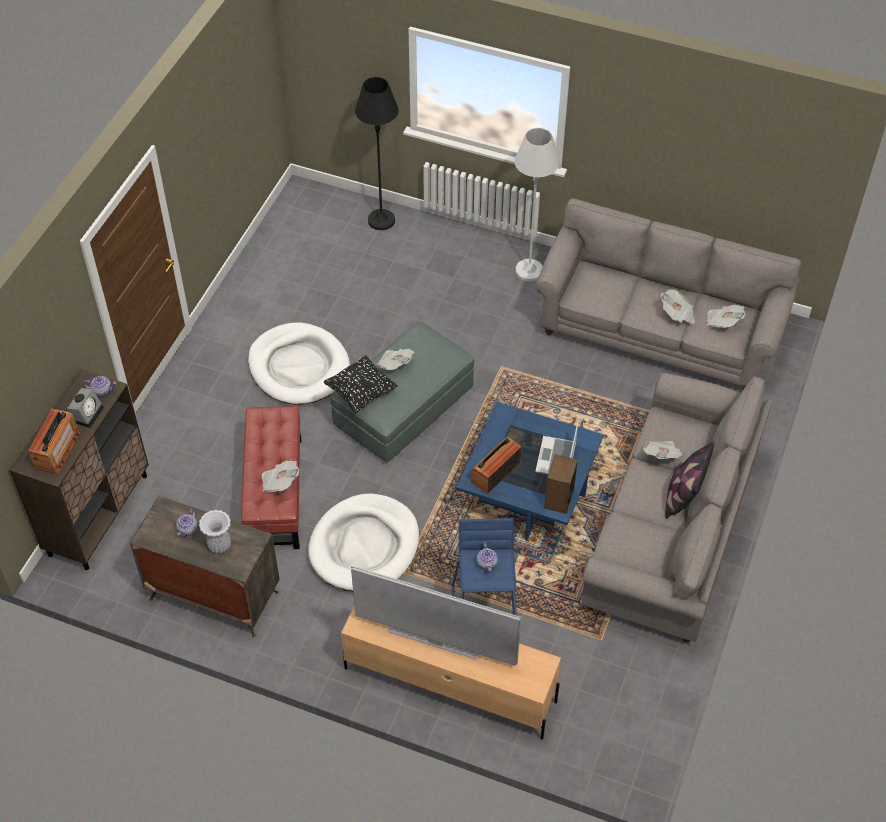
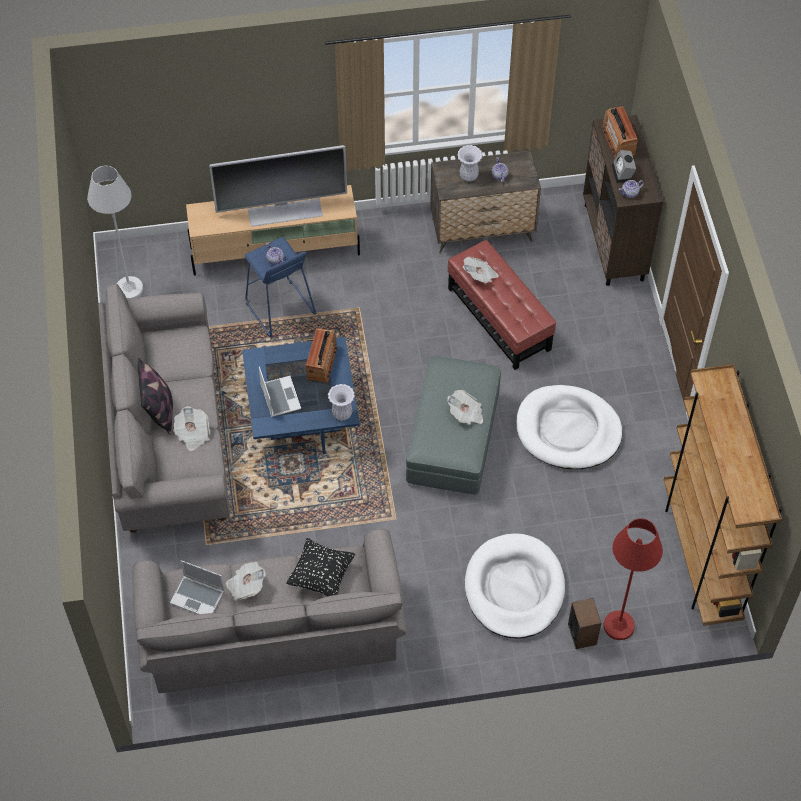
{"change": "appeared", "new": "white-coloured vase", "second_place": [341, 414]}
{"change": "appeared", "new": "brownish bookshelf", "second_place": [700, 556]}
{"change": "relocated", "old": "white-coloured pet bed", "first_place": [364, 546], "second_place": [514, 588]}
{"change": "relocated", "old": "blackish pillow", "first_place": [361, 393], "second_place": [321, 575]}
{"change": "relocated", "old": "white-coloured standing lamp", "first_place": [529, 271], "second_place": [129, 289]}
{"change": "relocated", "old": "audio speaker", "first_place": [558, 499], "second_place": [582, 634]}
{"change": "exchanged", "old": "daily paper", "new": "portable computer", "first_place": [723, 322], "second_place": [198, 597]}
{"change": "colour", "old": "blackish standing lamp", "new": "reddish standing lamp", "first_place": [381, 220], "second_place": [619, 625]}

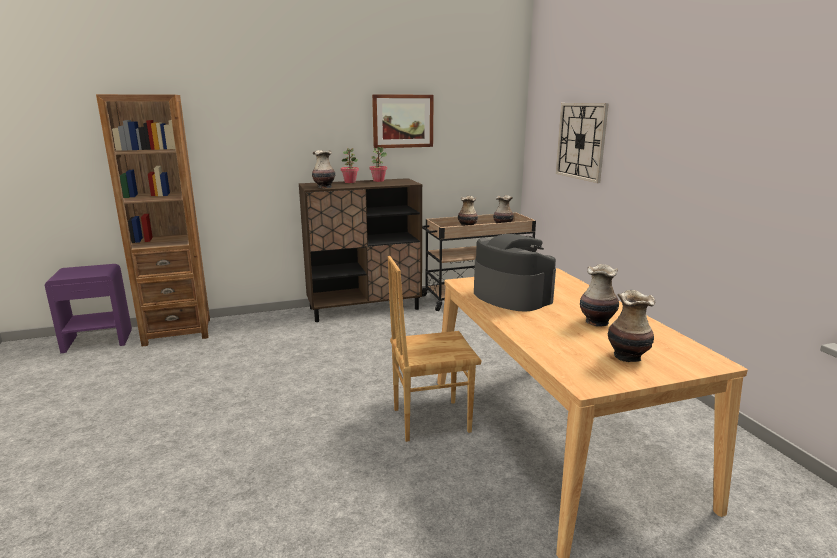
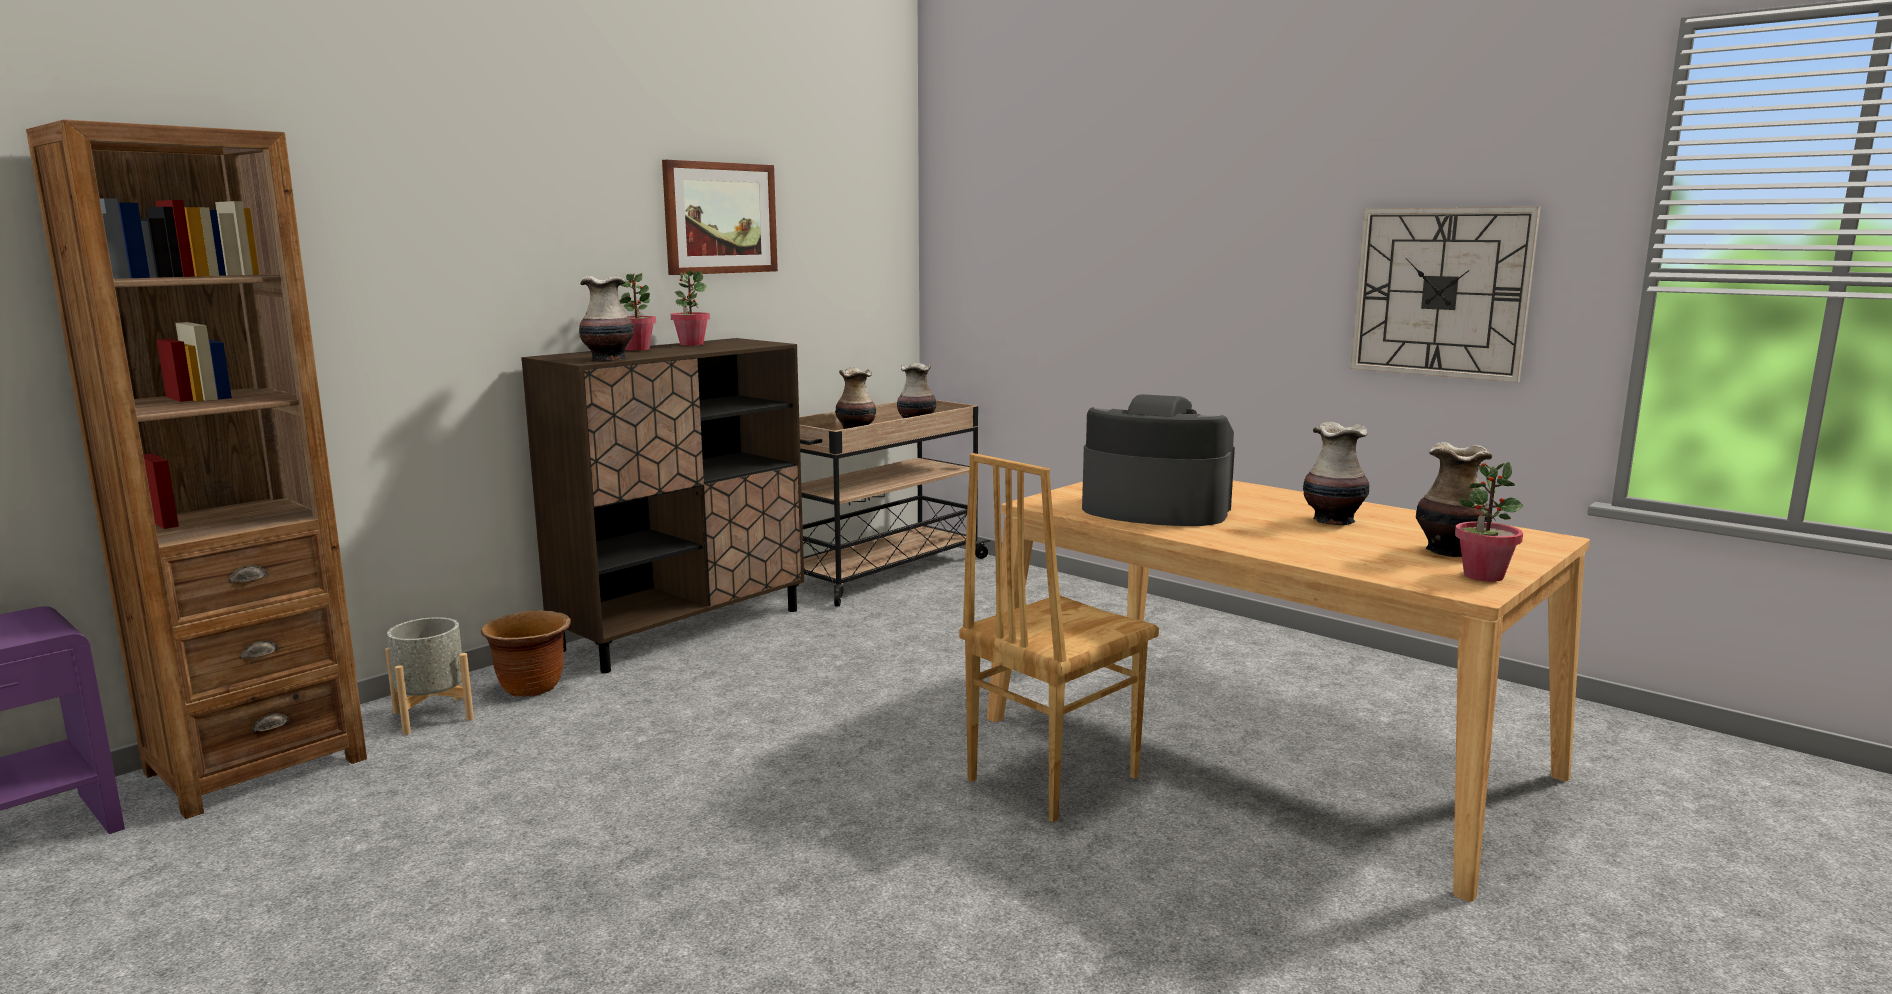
{"change": "appeared", "new": "gray plant pot", "second_place": [432, 715]}
{"change": "appeared", "new": "brownish plant pot", "second_place": [532, 687]}
{"change": "appeared", "new": "houseplant", "second_place": [1483, 576]}
{"change": "relocated", "old": "wall clock", "first_place": [581, 141], "second_place": [1440, 292]}

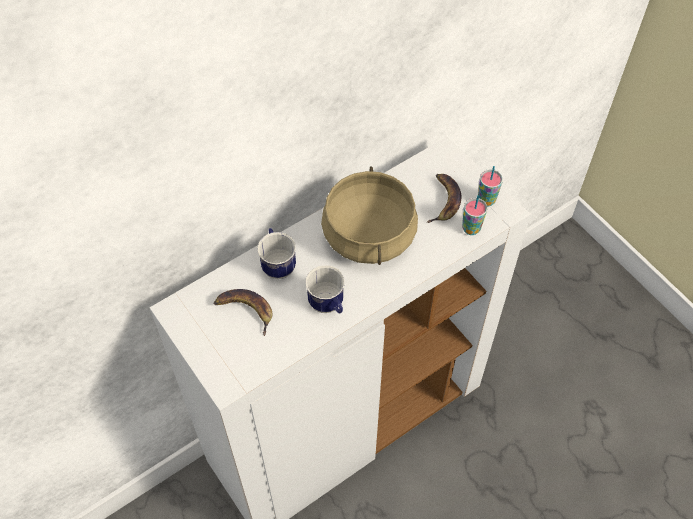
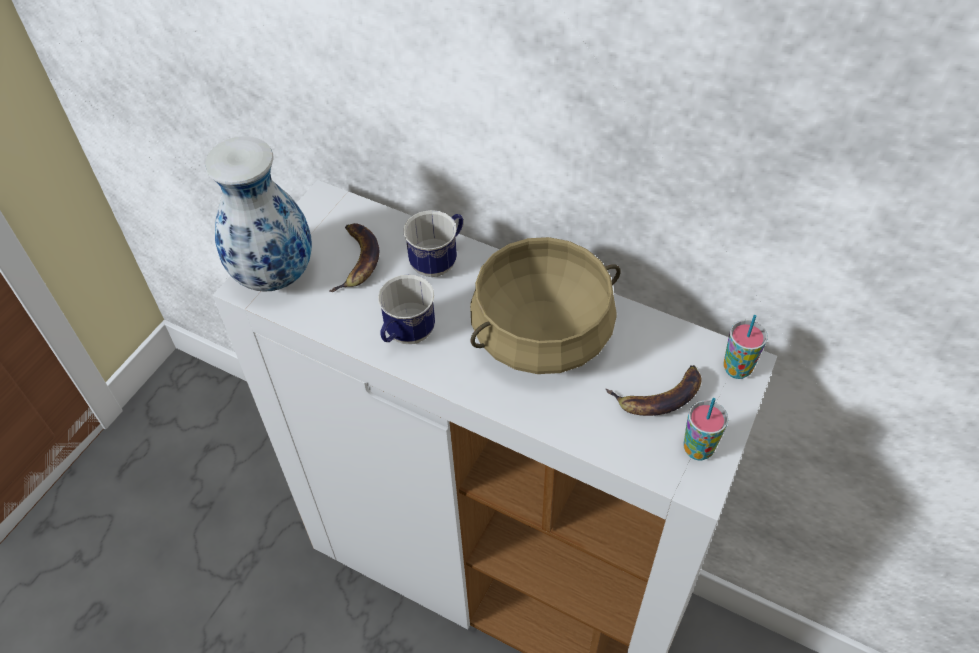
{"change": "appeared", "new": "vase", "second_place": [276, 276]}
{"change": "relocated", "old": "drinking cup", "first_place": [471, 229], "second_place": [737, 369]}

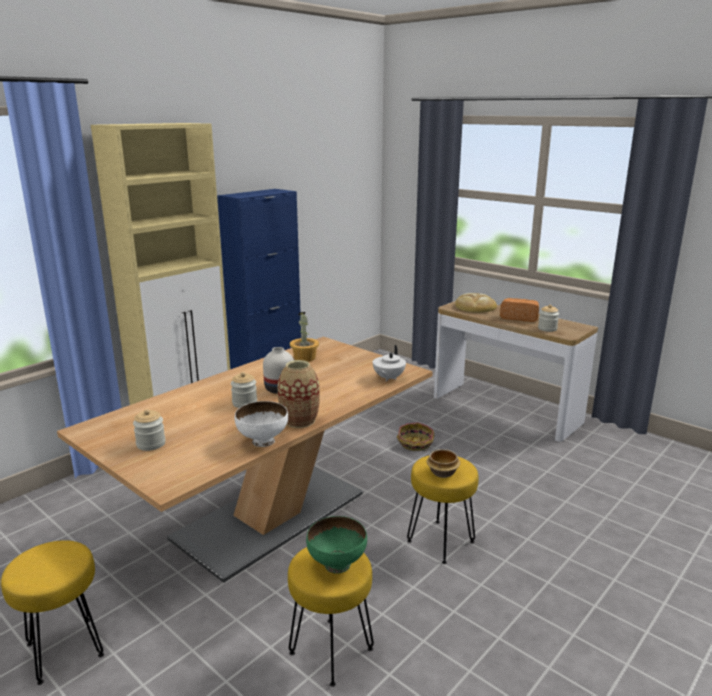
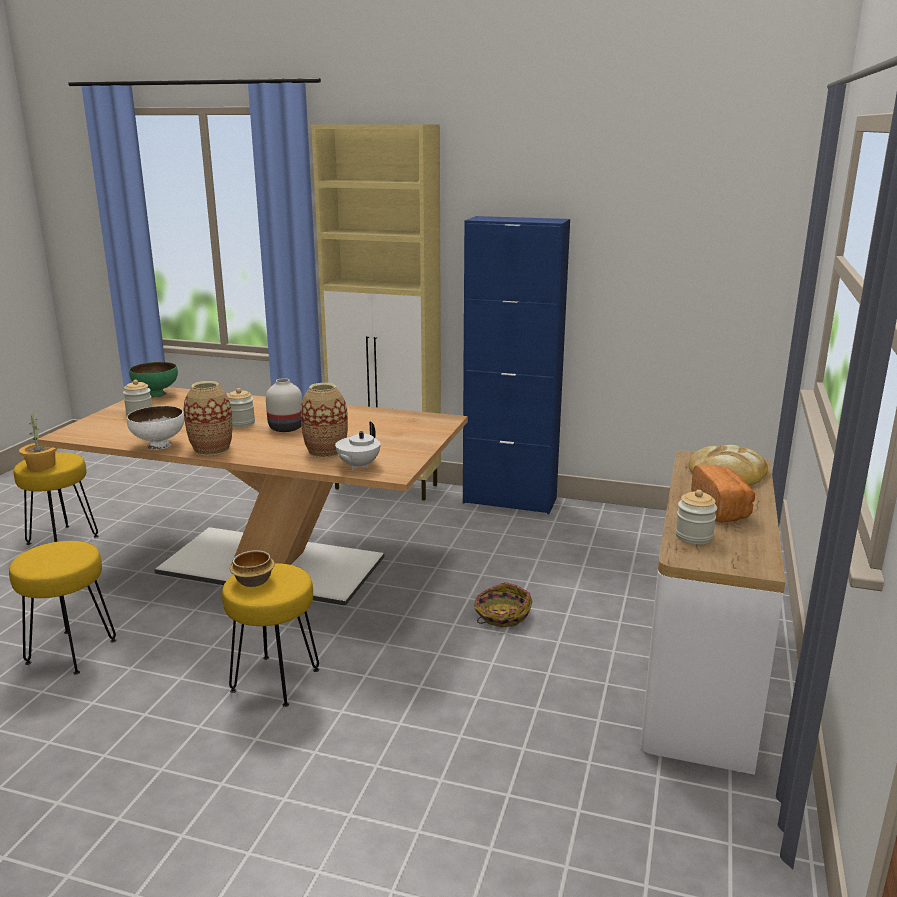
{"change": "appeared", "new": "vase", "second_place": [326, 451]}
{"change": "relocated", "old": "houseplant", "first_place": [304, 358], "second_place": [41, 466]}
{"change": "relocated", "old": "greenish bowl", "first_place": [337, 564], "second_place": [156, 394]}
{"change": "spun", "old": "white-coloured teapot", "first_place": [388, 378], "second_place": [358, 466], "degrees": -60}

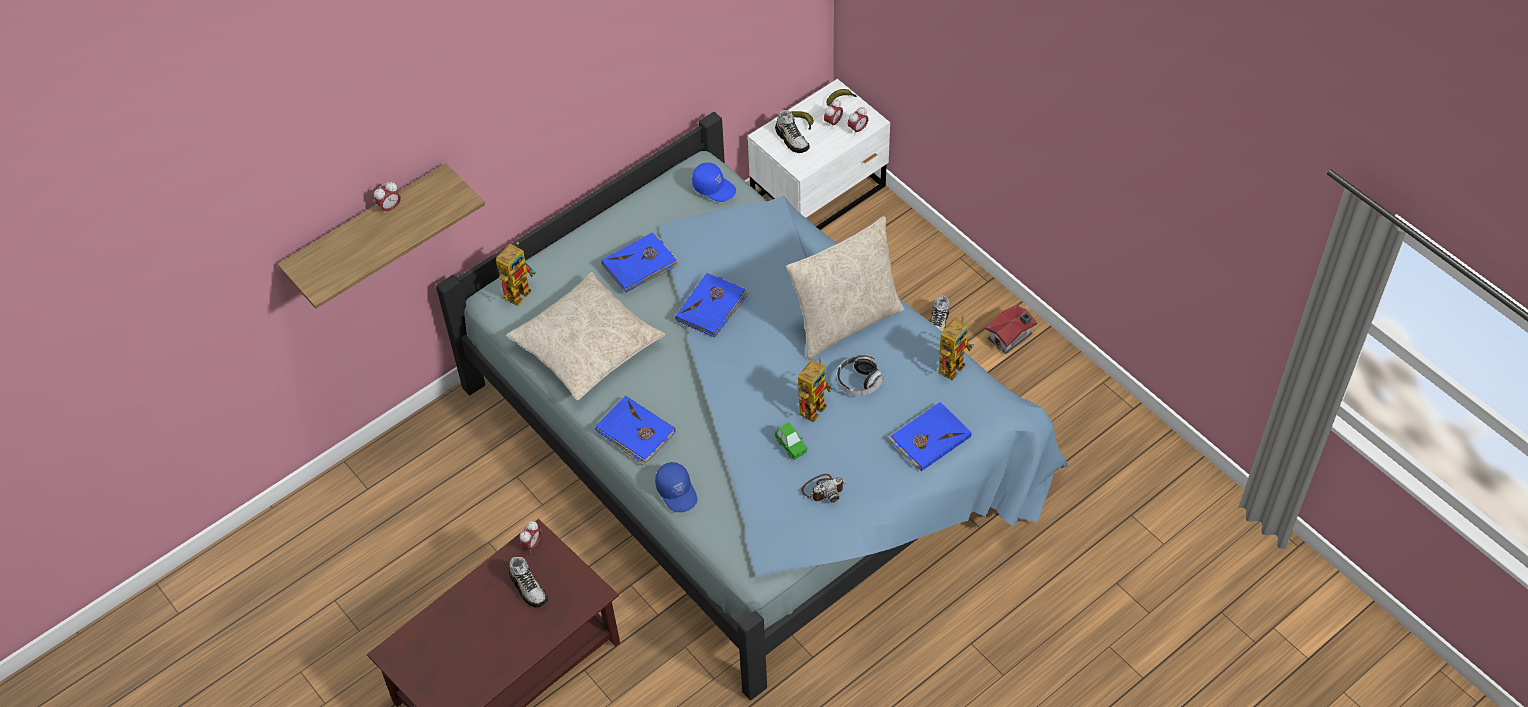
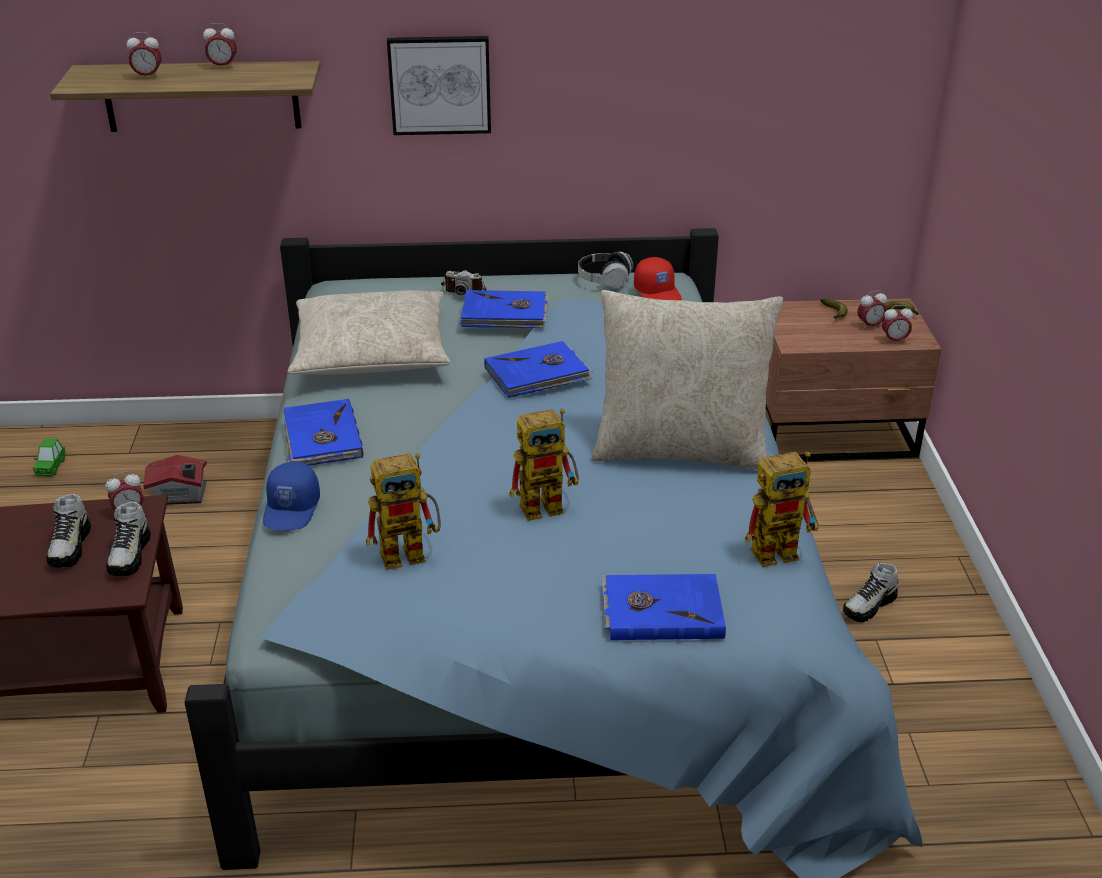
{"change": "appeared", "new": "table clock", "second_place": [148, 77]}
{"change": "appeared", "new": "wall art", "second_place": [440, 84]}
{"change": "relocated", "old": "toy robot", "first_place": [519, 289], "second_place": [411, 552]}
{"change": "relocated", "old": "low shoe", "first_place": [792, 140], "second_place": [130, 555]}
{"change": "relocated", "old": "greenish model car", "first_place": [791, 446], "second_place": [51, 467]}
{"change": "relocated", "old": "photo camera", "first_place": [823, 489], "second_place": [464, 289]}
{"change": "relocated", "old": "headset", "first_place": [858, 382], "second_place": [604, 280]}
{"change": "relocated", "old": "model house", "first_place": [1011, 337], "second_place": [180, 495]}
{"change": "colour", "old": "blue cap", "new": "reddish cap", "first_place": [714, 187], "second_place": [658, 293]}
{"change": "colour", "old": "white-coloured nightstand", "new": "brownish nightstand", "first_place": [821, 193], "second_place": [835, 434]}

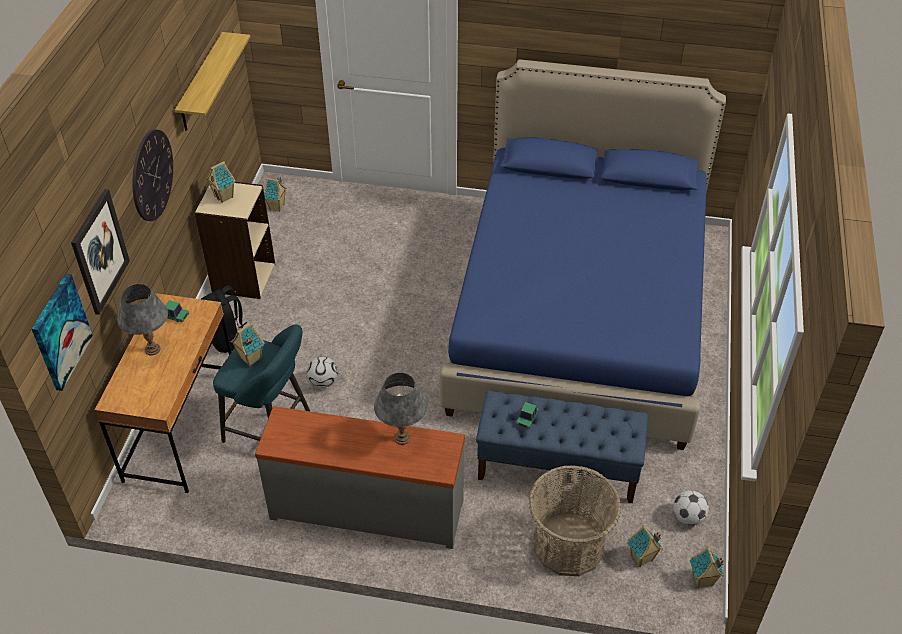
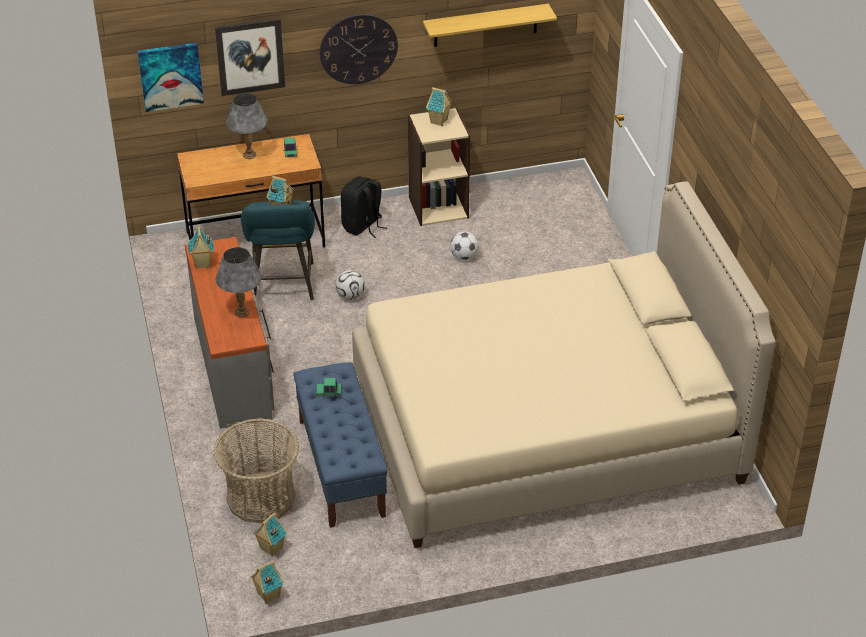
{"change": "relocated", "old": "model house", "first_place": [277, 207], "second_place": [202, 264]}
{"change": "relocated", "old": "ball for football", "first_place": [688, 517], "second_place": [464, 256]}
{"change": "colour", "old": "blue bedroom bed", "new": "sand-coloured bedroom bed", "first_place": [579, 314], "second_place": [545, 429]}

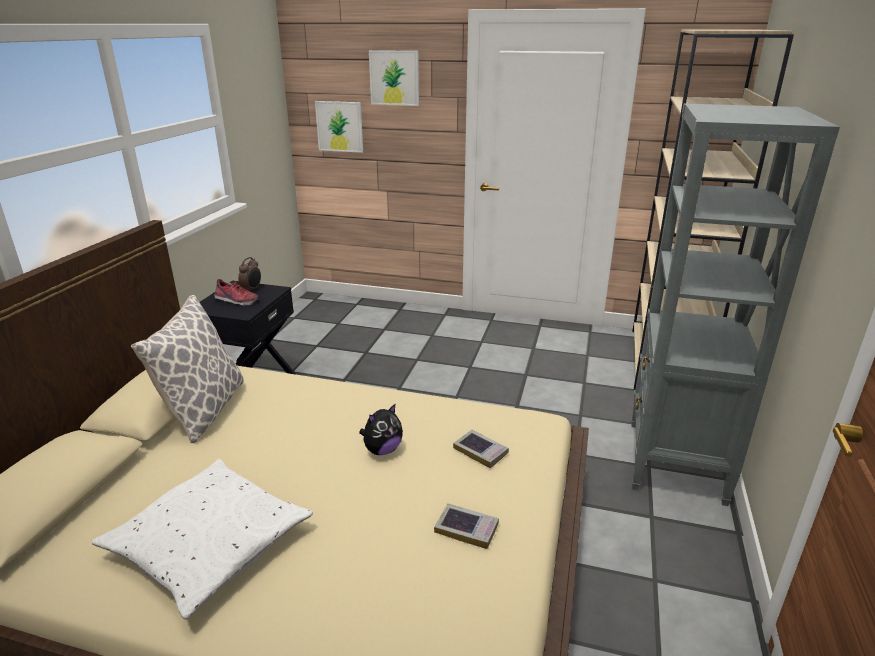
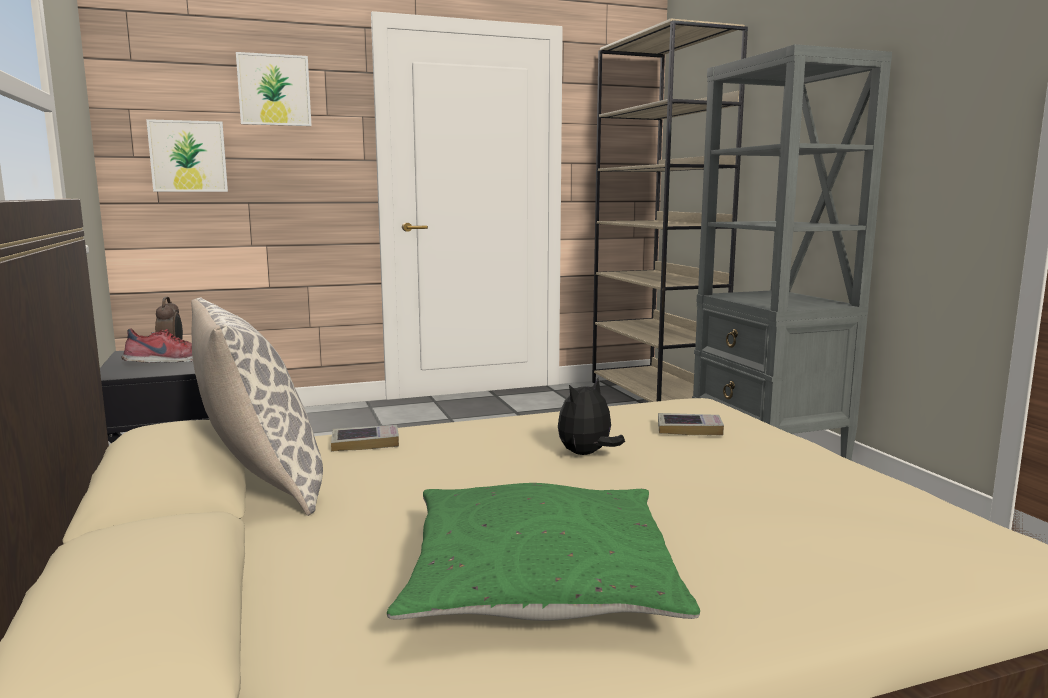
{"change": "relocated", "old": "bound book", "first_place": [466, 529], "second_place": [365, 443]}
{"change": "colour", "old": "white-coloured pillow", "new": "greenish pillow", "first_place": [209, 544], "second_place": [538, 581]}
{"change": "spun", "old": "soft toy", "first_place": [382, 450], "second_place": [587, 454], "degrees": -150}

